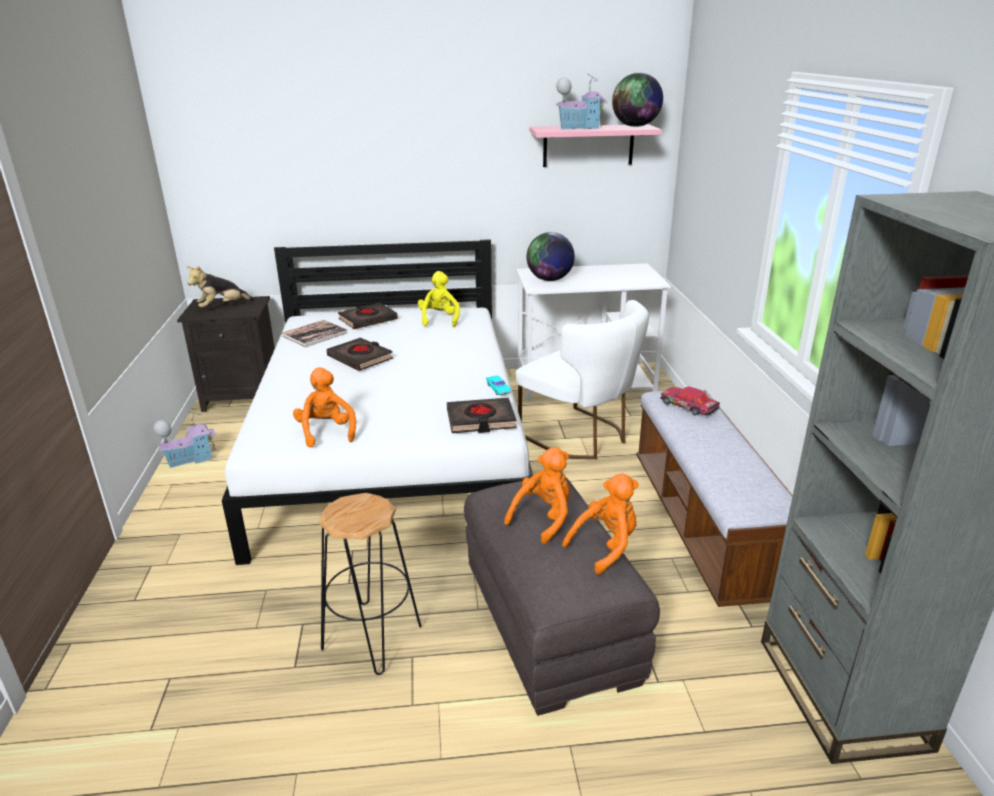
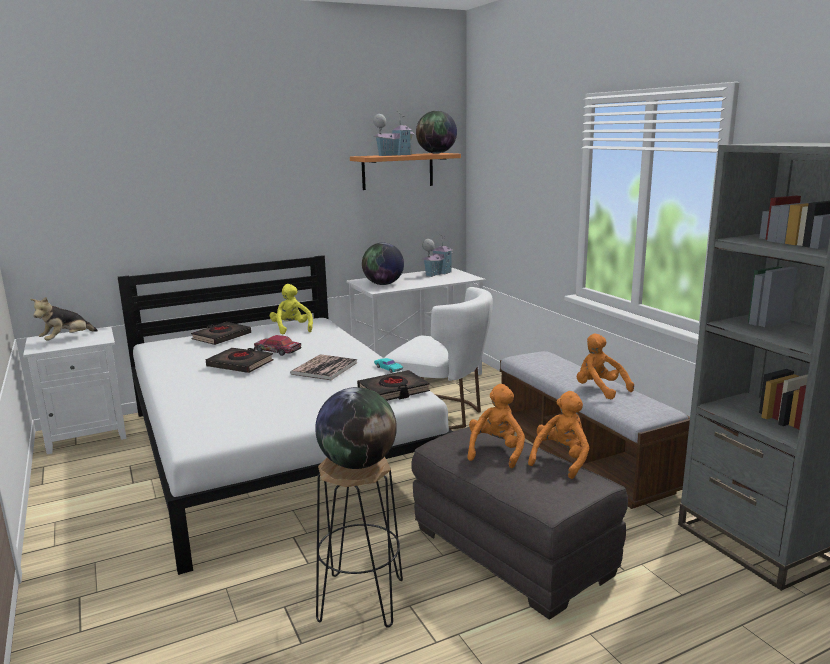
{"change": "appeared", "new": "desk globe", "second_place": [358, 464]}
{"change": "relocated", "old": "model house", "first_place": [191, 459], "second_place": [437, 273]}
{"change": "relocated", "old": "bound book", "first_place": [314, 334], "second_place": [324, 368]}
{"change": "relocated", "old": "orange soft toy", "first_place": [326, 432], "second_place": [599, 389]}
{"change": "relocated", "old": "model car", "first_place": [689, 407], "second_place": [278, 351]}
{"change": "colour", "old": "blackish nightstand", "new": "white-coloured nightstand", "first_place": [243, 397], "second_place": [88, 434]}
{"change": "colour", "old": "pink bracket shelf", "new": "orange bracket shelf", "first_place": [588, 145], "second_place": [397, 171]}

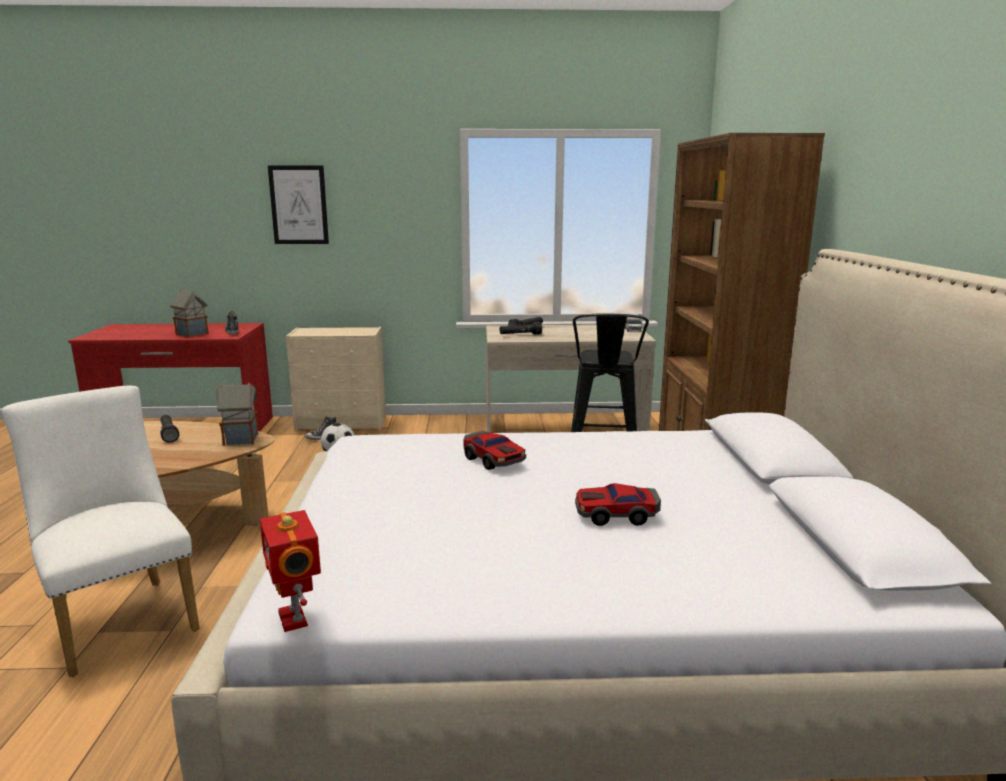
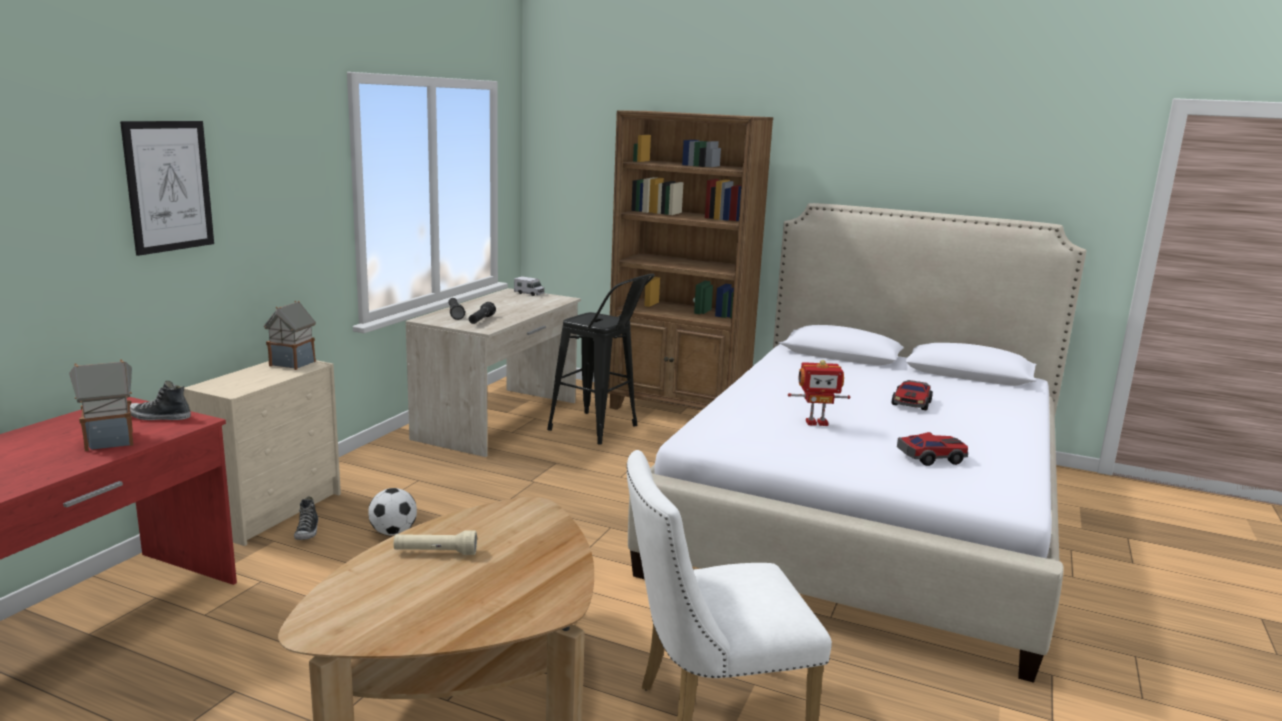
{"change": "relocated", "old": "model house", "first_place": [242, 439], "second_place": [293, 363]}
{"change": "relocated", "old": "toy robot", "first_place": [296, 618], "second_place": [816, 422]}
{"change": "relocated", "old": "model car", "first_place": [493, 459], "second_place": [931, 457]}
{"change": "colour", "old": "blackish torch", "new": "sand-coloured torch", "first_place": [169, 434], "second_place": [435, 553]}

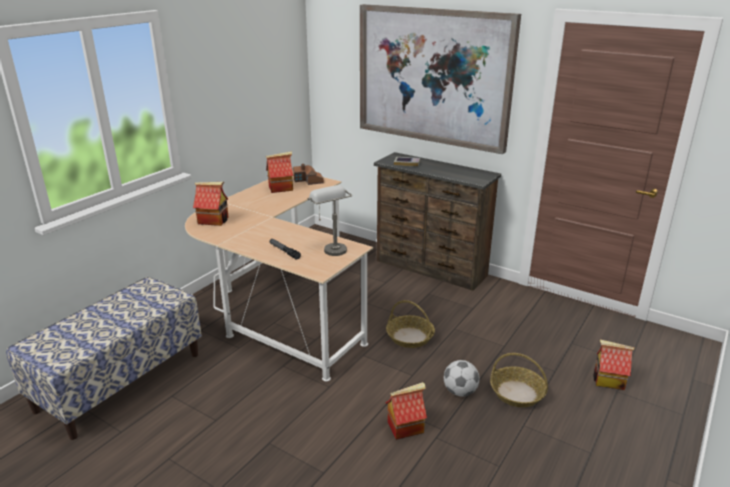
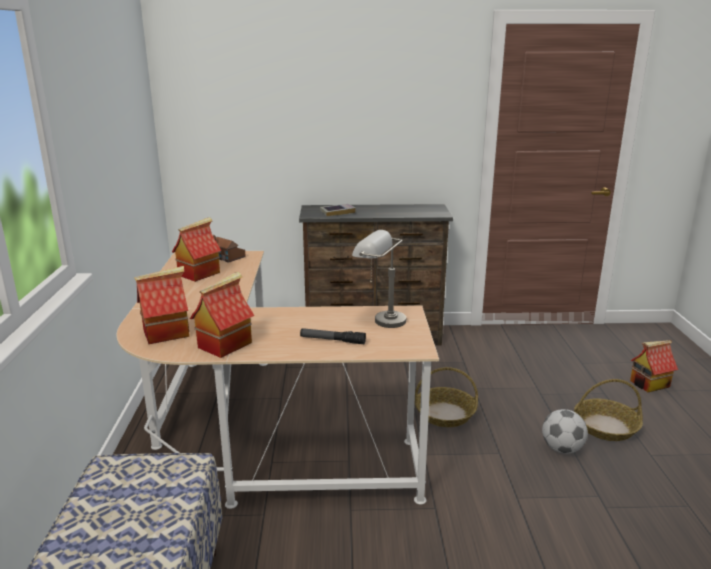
{"change": "missing", "old": "wall art", "first_place": [433, 76]}
{"change": "relocated", "old": "model house", "first_place": [405, 427], "second_place": [225, 344]}

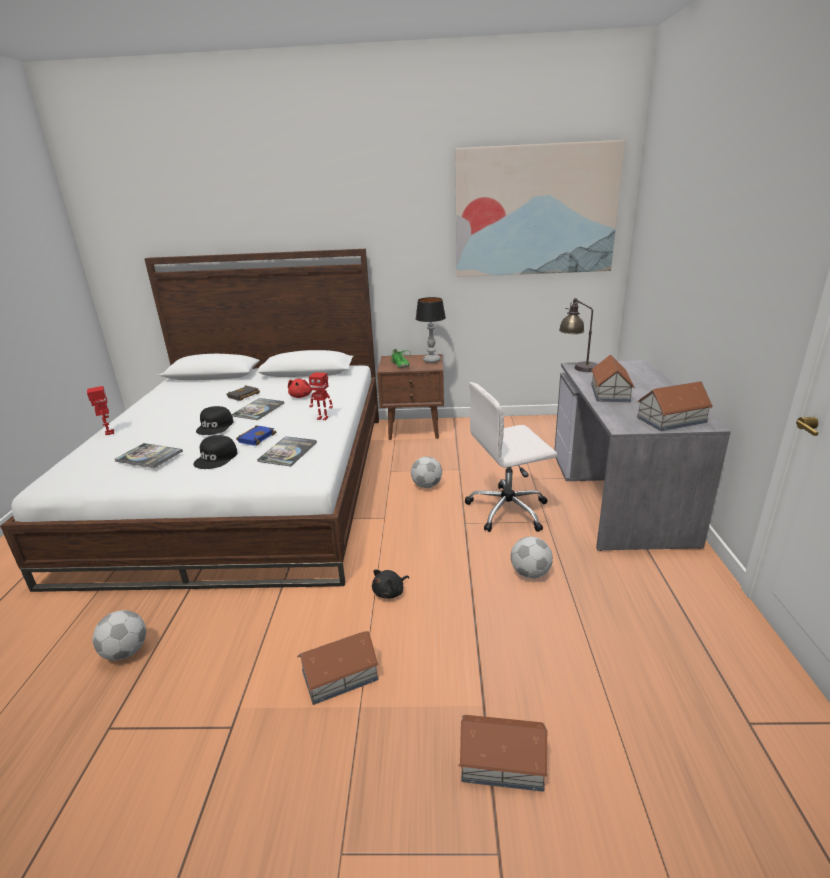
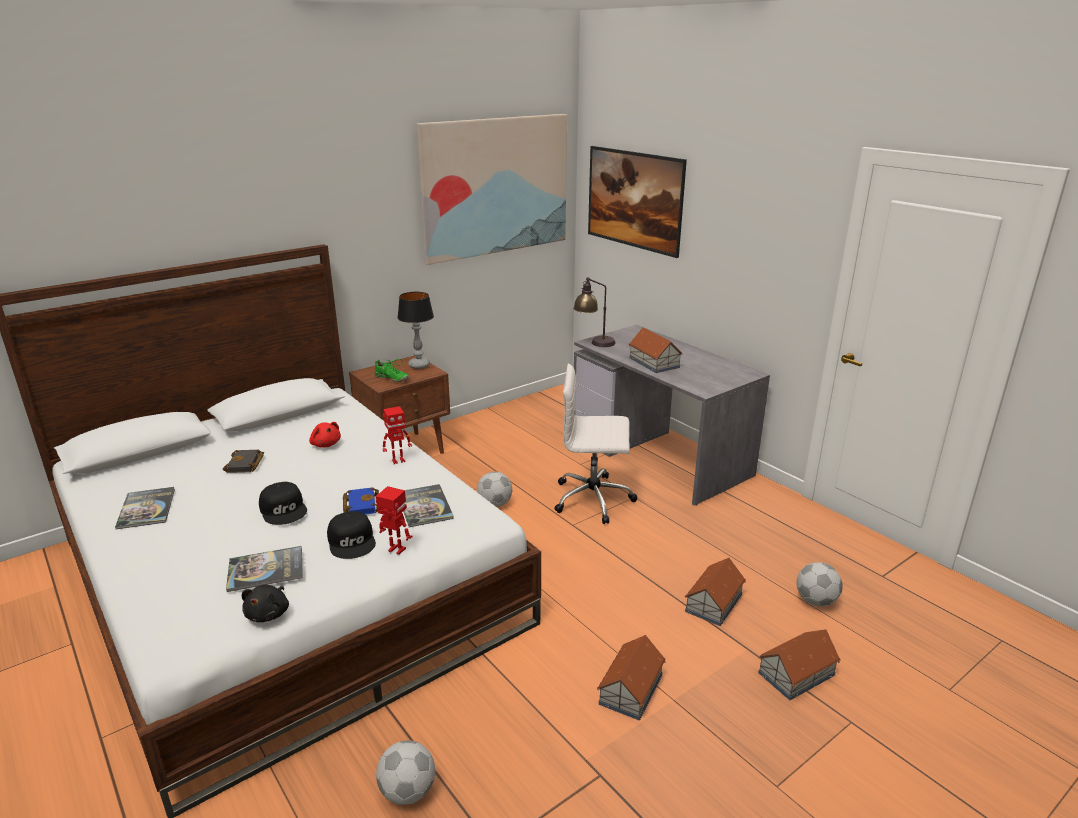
{"change": "appeared", "new": "wall art", "second_place": [632, 222]}
{"change": "relocated", "old": "toy robot", "first_place": [109, 433], "second_place": [396, 550]}
{"change": "relocated", "old": "bound book", "first_place": [258, 410], "second_place": [146, 509]}
{"change": "relocated", "old": "blackish soft toy", "first_place": [390, 592], "second_place": [269, 614]}
{"change": "relocated", "old": "ball for football", "first_place": [530, 573], "second_place": [816, 601]}
{"change": "relocated", "old": "model house", "first_place": [670, 420], "second_place": [713, 603]}
{"change": "spun", "old": "white-coloured computer chair", "first_place": [509, 510], "second_place": [594, 499], "degrees": 60}

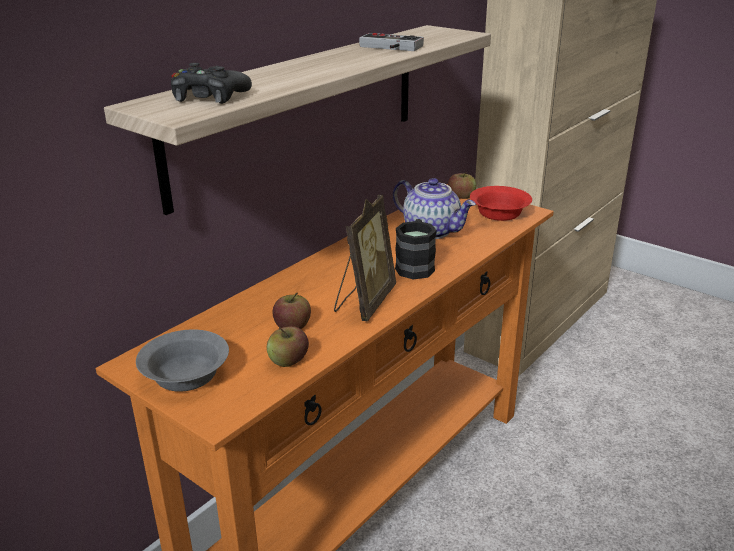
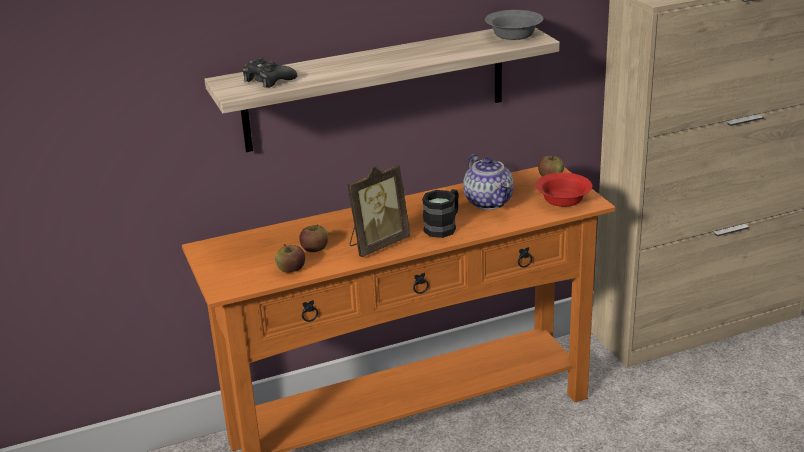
{"change": "missing", "old": "joypad", "first_place": [389, 47]}
{"change": "relocated", "old": "gray bowl", "first_place": [184, 375], "second_place": [512, 34]}

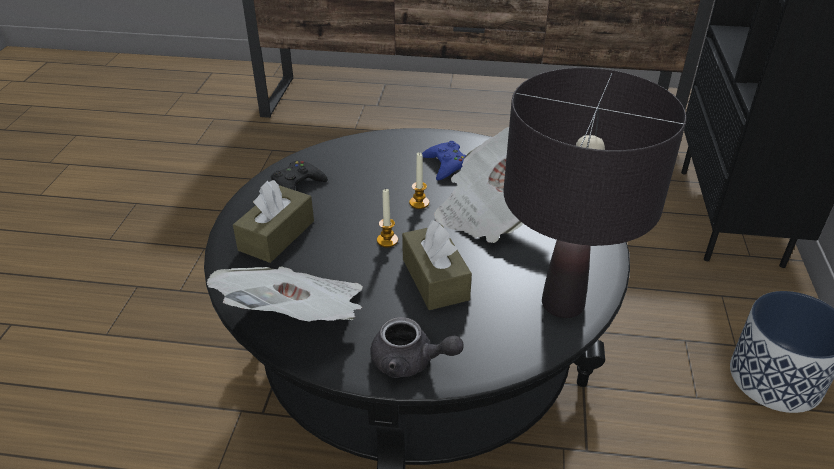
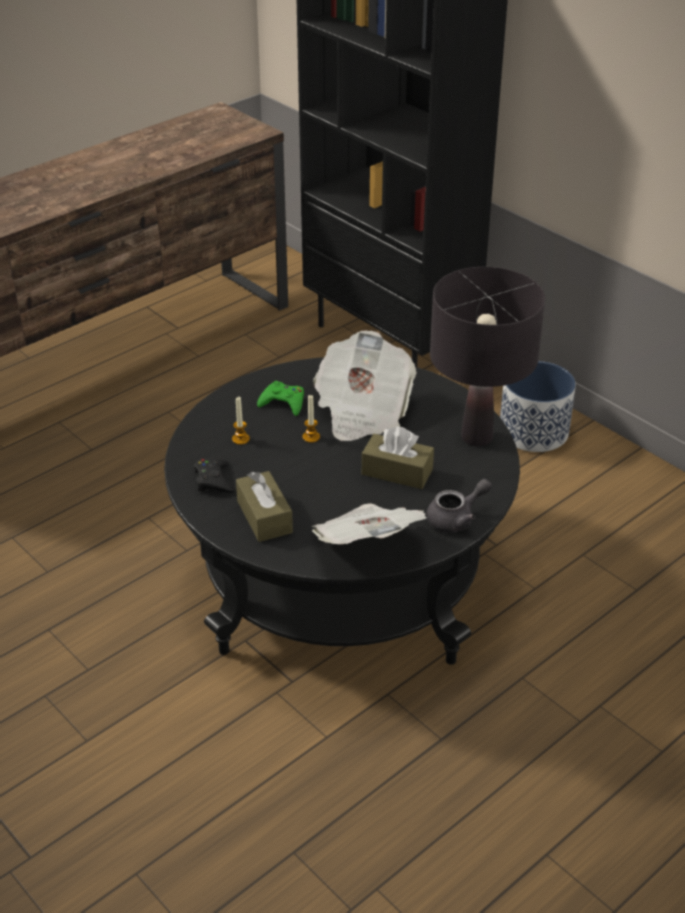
{"change": "relocated", "old": "candle", "first_place": [387, 240], "second_place": [240, 439]}
{"change": "colour", "old": "blue joypad", "new": "greenish joypad", "first_place": [446, 165], "second_place": [283, 402]}

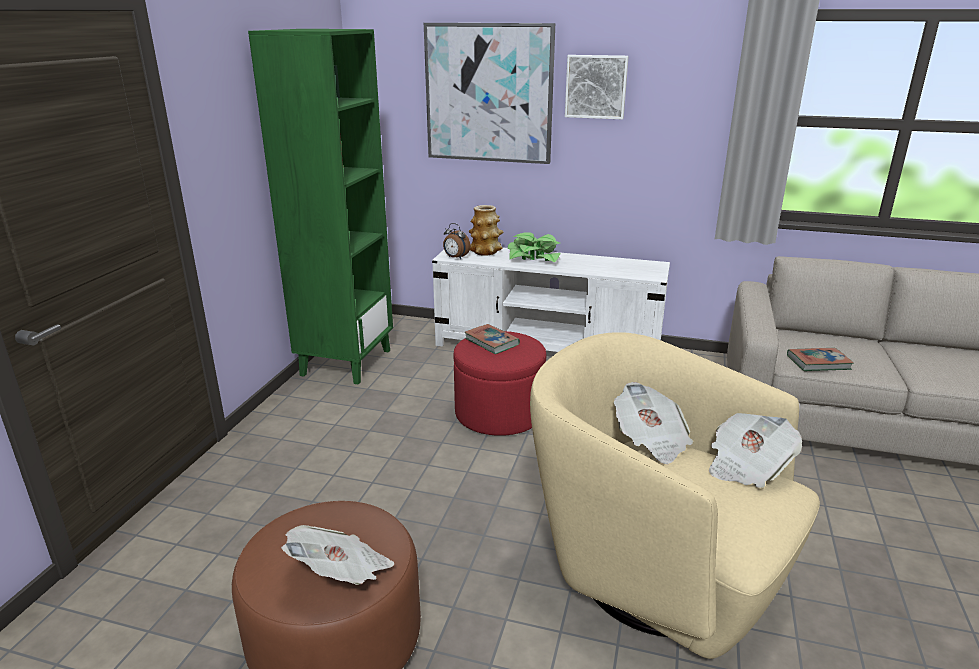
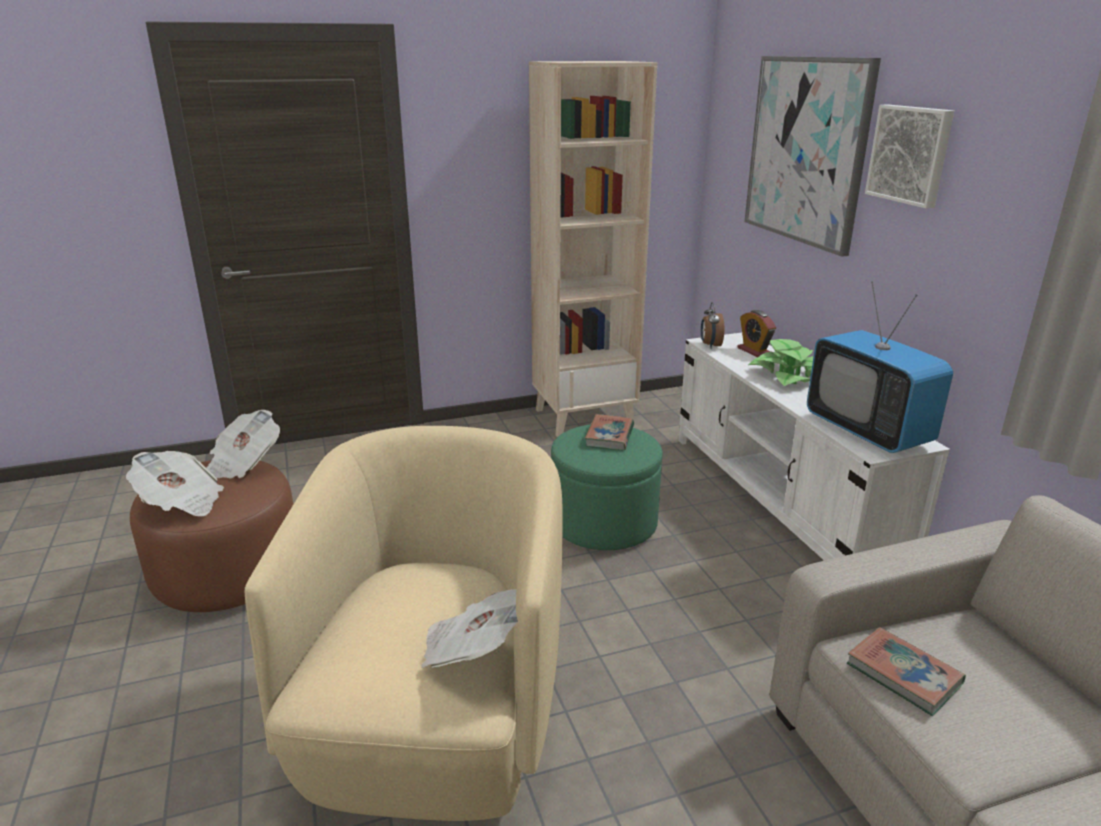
{"change": "appeared", "new": "television", "second_place": [867, 431]}
{"change": "relocated", "old": "daily paper", "first_place": [651, 440], "second_place": [243, 464]}
{"change": "exchanged", "old": "vase", "new": "table clock", "first_place": [485, 252], "second_place": [754, 351]}
{"change": "colour", "old": "greenish bookshelf", "new": "sand-coloured bookshelf", "first_place": [346, 362], "second_place": [584, 417]}
{"change": "colour", "old": "reddish footrest", "new": "greenish footrest", "first_place": [499, 413], "second_place": [604, 522]}

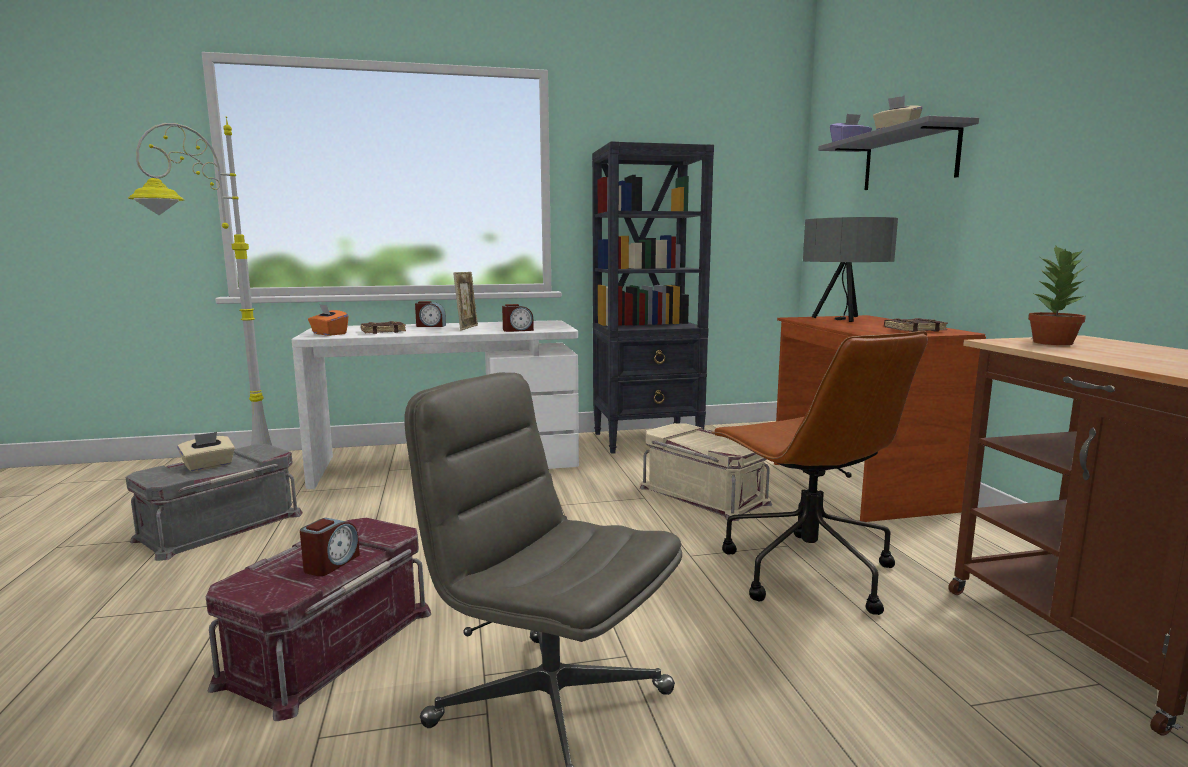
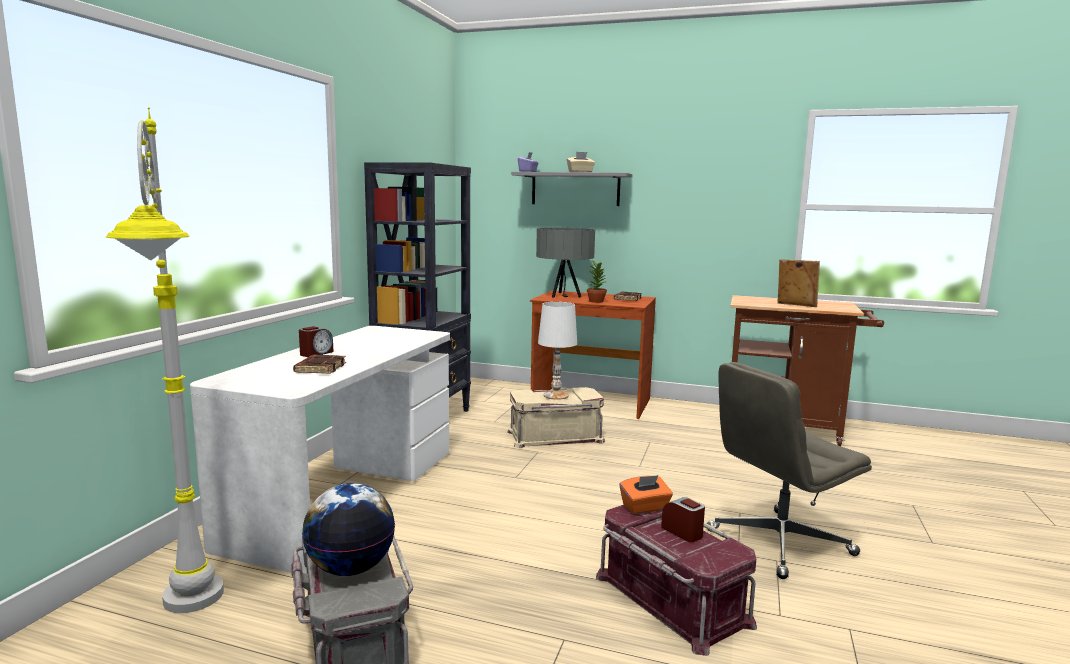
{"change": "missing", "old": "table clock", "first_place": [517, 330]}
{"change": "missing", "old": "brownish computer chair", "first_place": [805, 571]}
{"change": "appeared", "new": "white-coloured lamp for a table", "second_place": [555, 395]}
{"change": "relocated", "old": "orange tissue holder", "first_place": [329, 334], "second_place": [645, 508]}
{"change": "relocated", "old": "standing frame", "first_place": [467, 328], "second_place": [795, 305]}
{"change": "relocated", "old": "houseplant", "first_place": [1053, 342], "second_place": [596, 301]}
{"change": "exchanged", "old": "sand-coloured tissue holder", "new": "desk globe", "first_place": [209, 466], "second_place": [351, 568]}

